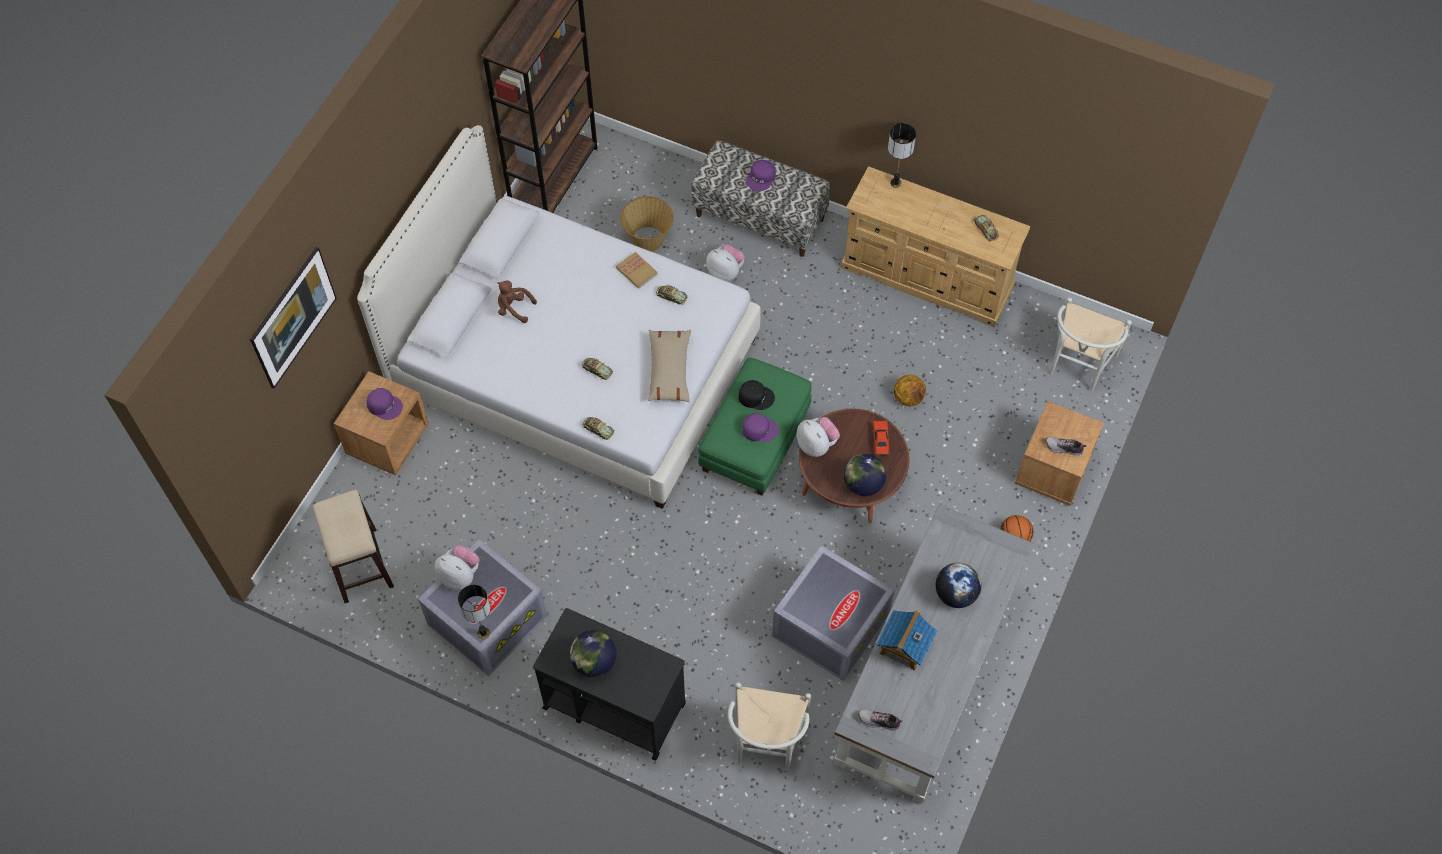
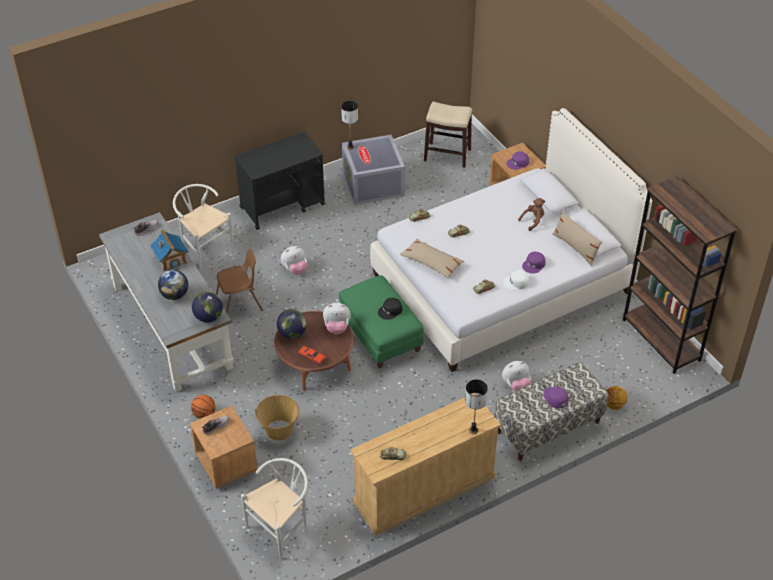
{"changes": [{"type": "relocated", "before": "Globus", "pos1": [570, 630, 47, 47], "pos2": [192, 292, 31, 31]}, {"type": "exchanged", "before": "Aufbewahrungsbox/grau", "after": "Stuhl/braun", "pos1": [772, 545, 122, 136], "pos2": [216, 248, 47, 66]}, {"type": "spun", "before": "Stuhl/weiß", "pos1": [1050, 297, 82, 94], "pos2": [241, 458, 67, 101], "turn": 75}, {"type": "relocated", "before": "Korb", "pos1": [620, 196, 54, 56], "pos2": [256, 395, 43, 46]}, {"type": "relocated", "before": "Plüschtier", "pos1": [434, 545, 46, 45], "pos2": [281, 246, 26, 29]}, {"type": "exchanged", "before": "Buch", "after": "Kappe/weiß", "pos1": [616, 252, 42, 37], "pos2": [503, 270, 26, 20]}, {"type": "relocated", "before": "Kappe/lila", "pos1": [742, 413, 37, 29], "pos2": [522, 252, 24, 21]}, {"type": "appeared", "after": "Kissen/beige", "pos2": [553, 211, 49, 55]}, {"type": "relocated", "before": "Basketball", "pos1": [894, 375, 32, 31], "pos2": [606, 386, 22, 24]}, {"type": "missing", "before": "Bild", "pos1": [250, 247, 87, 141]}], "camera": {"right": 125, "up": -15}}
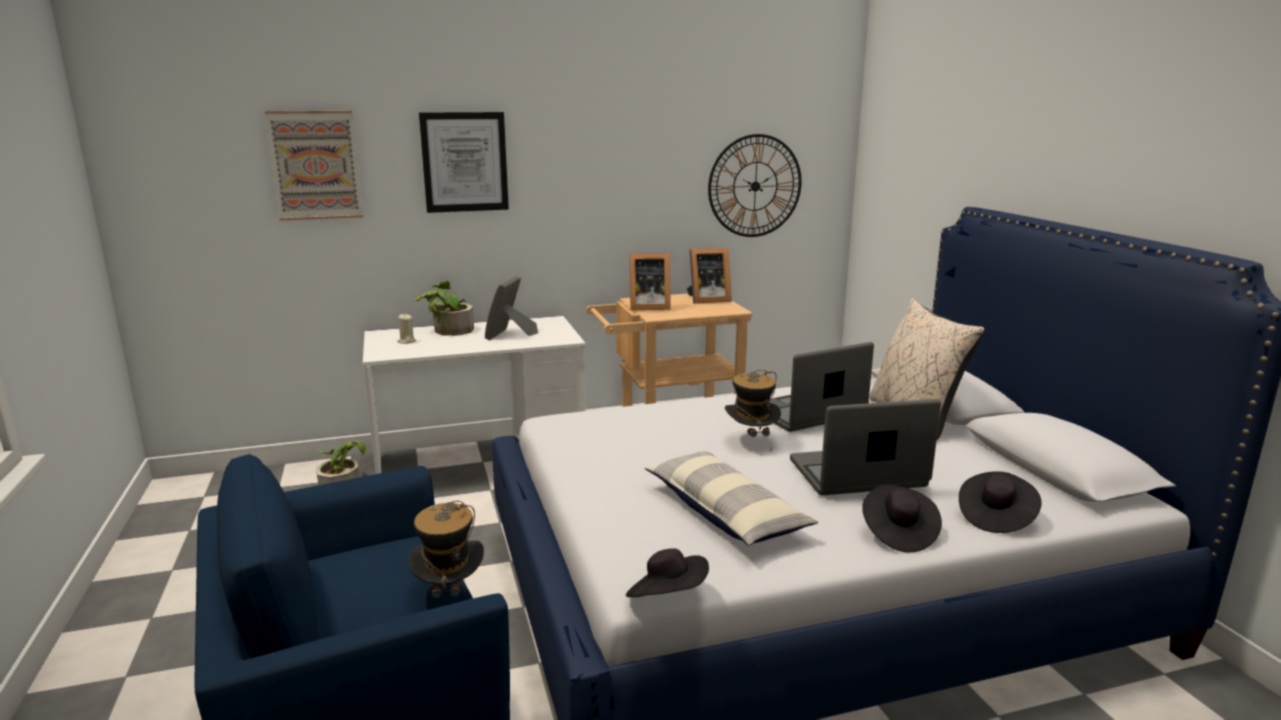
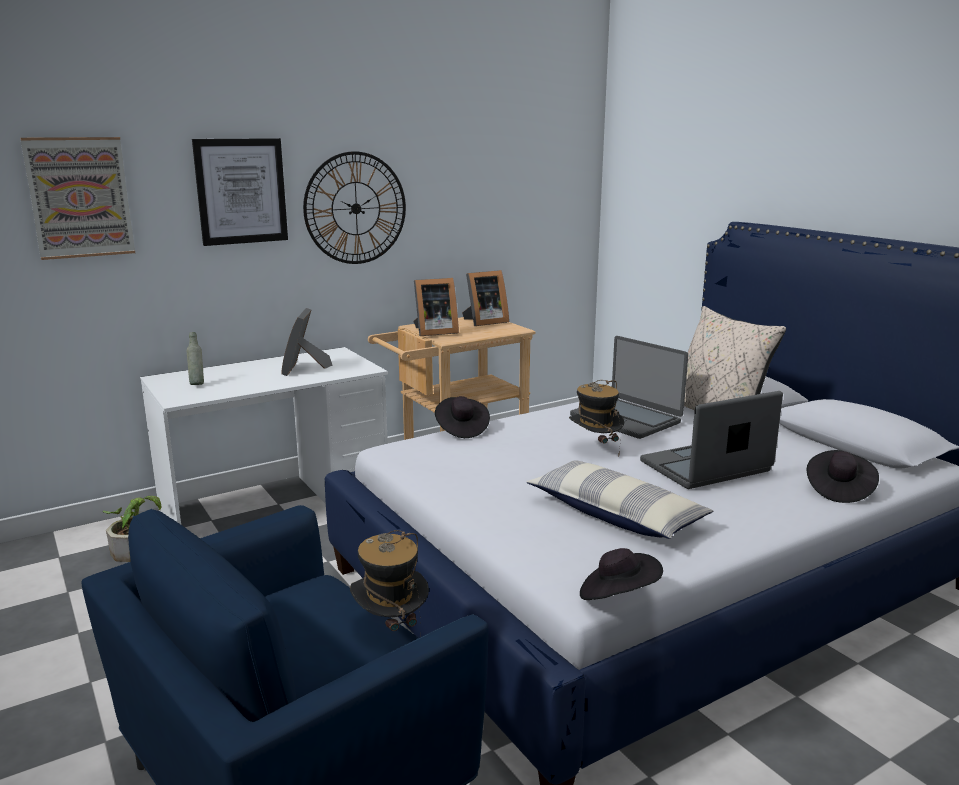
{"changes": [{"type": "exchanged", "before": "Kerze/beige", "after": "Flasche/grau", "pos1": [397, 314, 19, 30], "pos2": [187, 332, 17, 53]}, {"type": "relocated", "before": "Wanduhr", "pos1": [708, 134, 93, 103], "pos2": [303, 151, 103, 113]}, {"type": "relocated", "before": "Hut/schwarz", "pos1": [862, 484, 80, 69], "pos2": [435, 396, 55, 42]}, {"type": "spun", "before": "Laptop", "pos1": [770, 342, 104, 90], "pos2": [570, 336, 118, 103], "turn": -90}, {"type": "missing", "before": "Topfpflanze", "pos1": [415, 281, 59, 55]}], "camera": {"right": -15, "up": 0}}
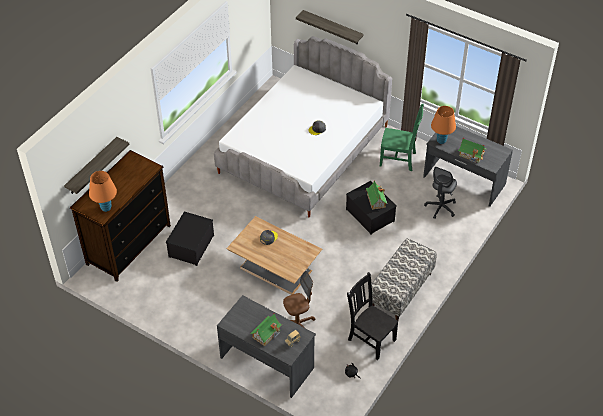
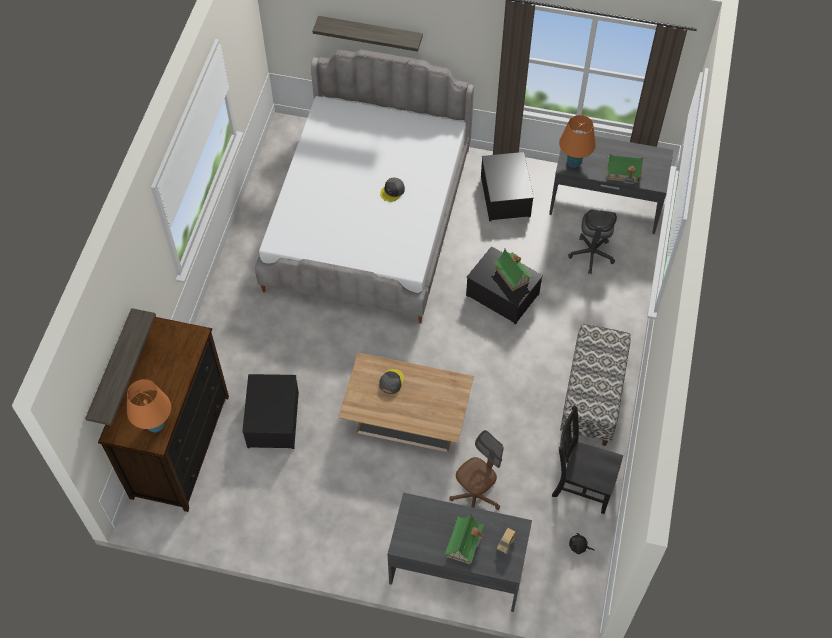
{"changes": [{"type": "exchanged", "before": "Stuhl/grün", "after": "Aufbewahrungsbox", "pos1": [380, 104, 44, 67], "pos2": [481, 152, 53, 69]}], "camera": {"right": -20, "up": 10}}
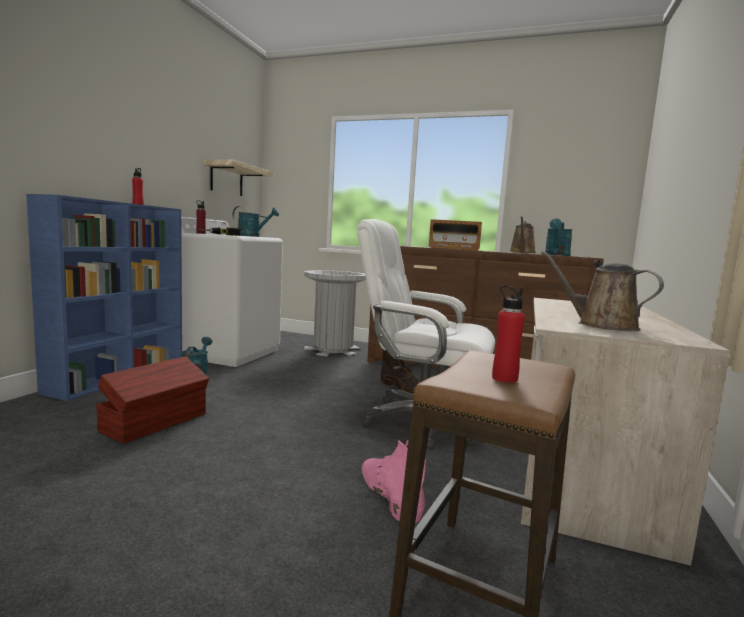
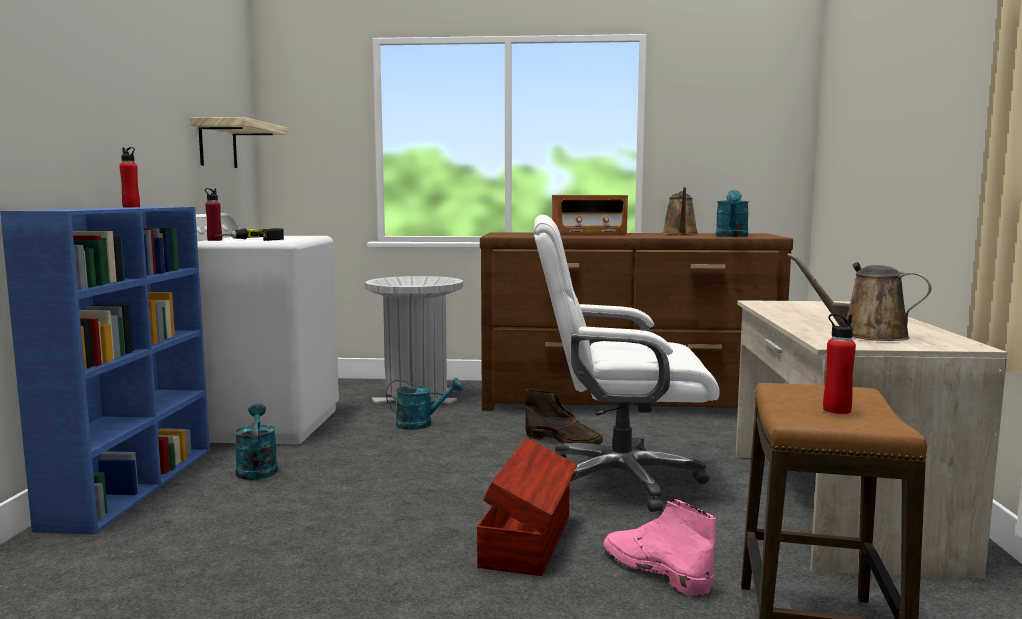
{"changes": [{"type": "relocated", "before": "Gießkanne/türkis", "pos1": [233, 206, 46, 31], "pos2": [386, 378, 77, 52]}, {"type": "relocated", "before": "Aufbewahrungsbox/braun", "pos1": [96, 356, 113, 88], "pos2": [477, 437, 100, 139]}], "camera": {"right": -15, "up": 0}}
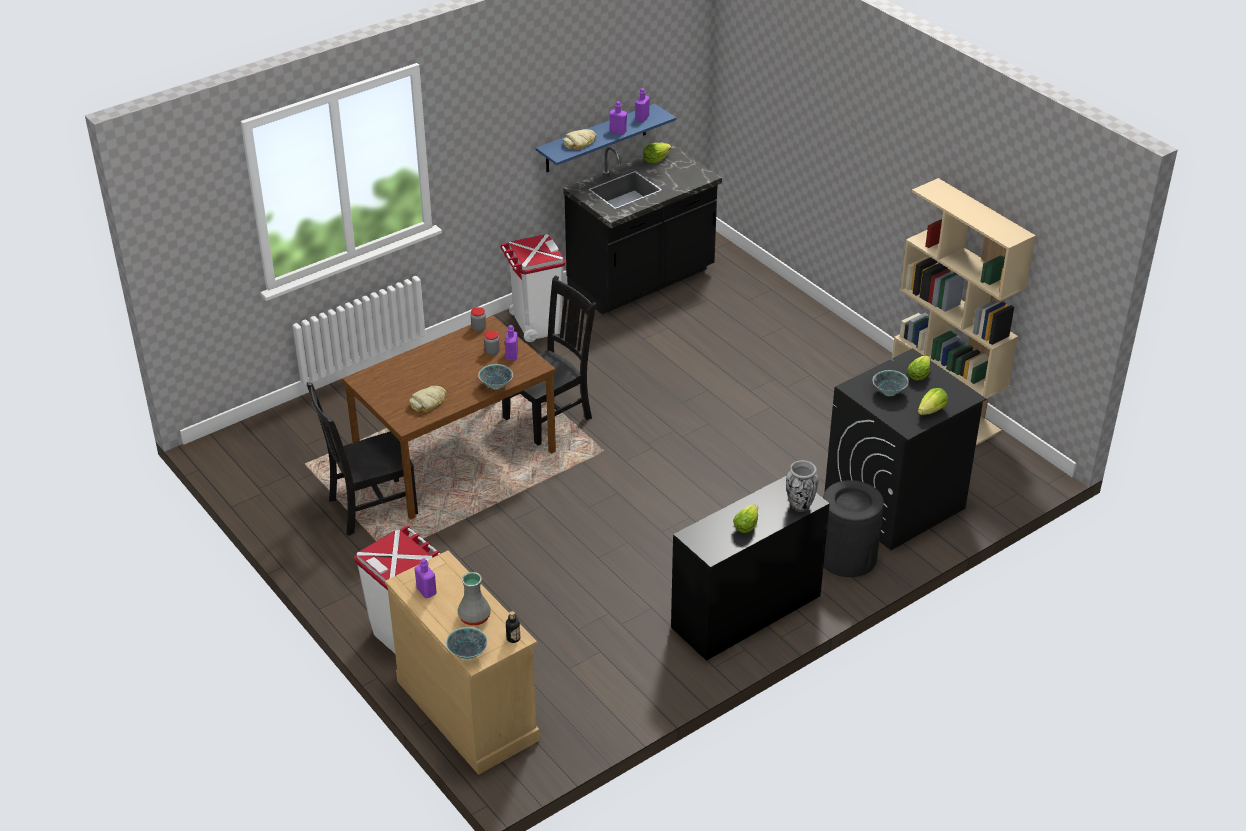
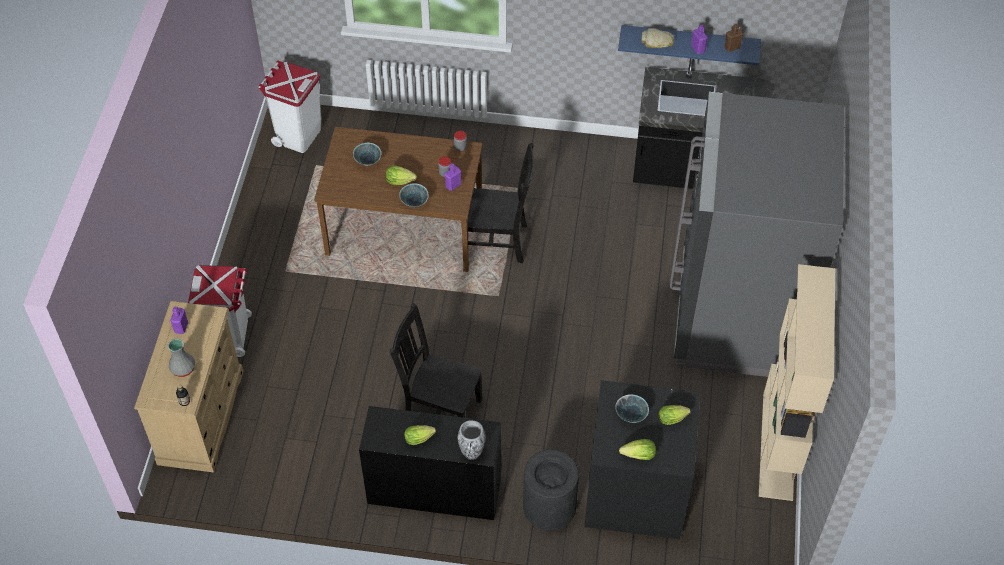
{"changes": [{"type": "relocated", "before": "Mülleimer/weiß", "pos1": [500, 234, 65, 108], "pos2": [258, 60, 63, 93]}, {"type": "relocated", "before": "Schüssel", "pos1": [446, 627, 42, 32], "pos2": [353, 143, 28, 23]}, {"type": "relocated", "before": "Salatkopf", "pos1": [643, 143, 28, 21], "pos2": [386, 165, 31, 20]}, {"type": "relocated", "before": "Stuhl/schwarz", "pos1": [307, 382, 111, 154], "pos2": [390, 303, 92, 115]}, {"type": "appeared", "after": "Kühlschrank/grau", "pos2": [669, 92, 175, 285]}, {"type": "colour", "before": "Flasche/lila", "after": "Flasche/braun", "pos1": [635, 88, 15, 34], "pos2": [725, 24, 18, 28]}, {"type": "missing", "before": "Brot", "pos1": [409, 386, 38, 26]}], "camera": {"right": 45, "up": 15}}
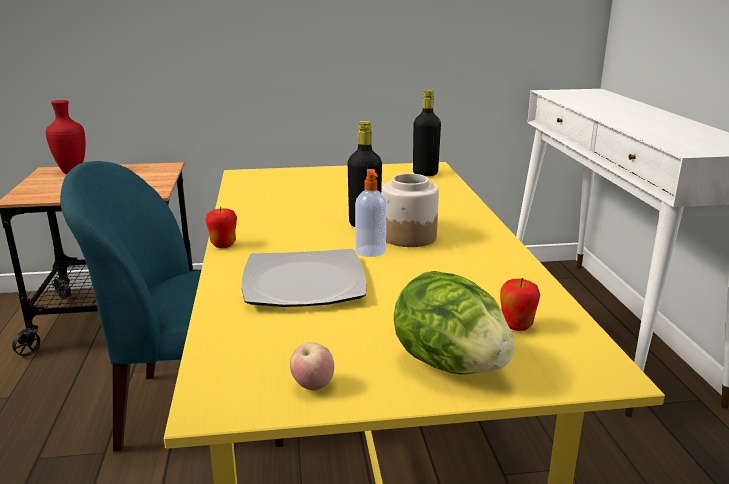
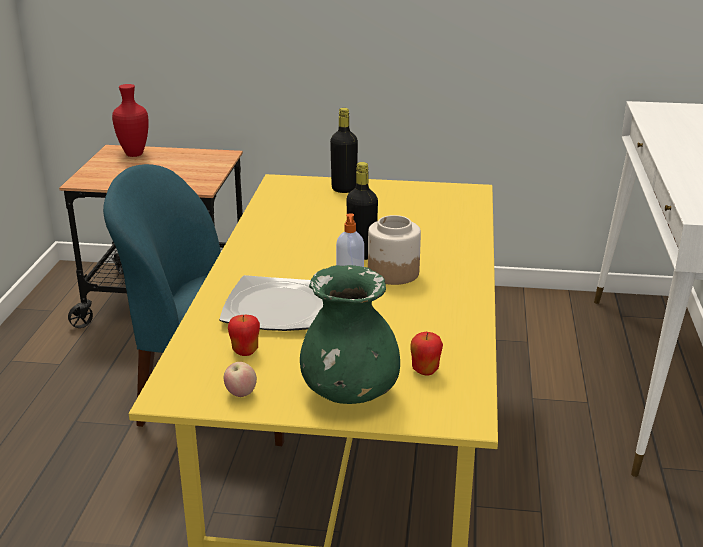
{"changes": [{"type": "relocated", "before": "Apfel", "pos1": [206, 206, 31, 42], "pos2": [228, 314, 32, 42]}, {"type": "exchanged", "before": "Salatkopf", "after": "Vase/grün", "pos1": [394, 271, 121, 103], "pos2": [300, 265, 100, 139]}, {"type": "relocated", "before": "Flasche/schwarz", "pos1": [413, 89, 28, 87], "pos2": [330, 108, 28, 85]}], "camera": {"right": 15, "up": 5}}
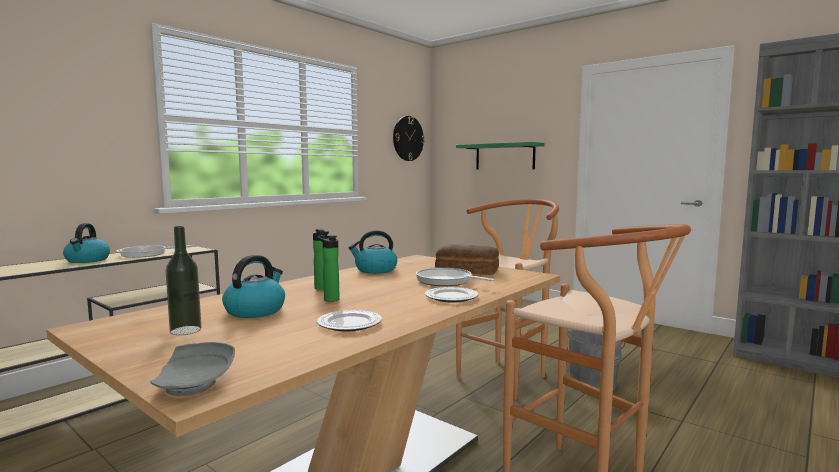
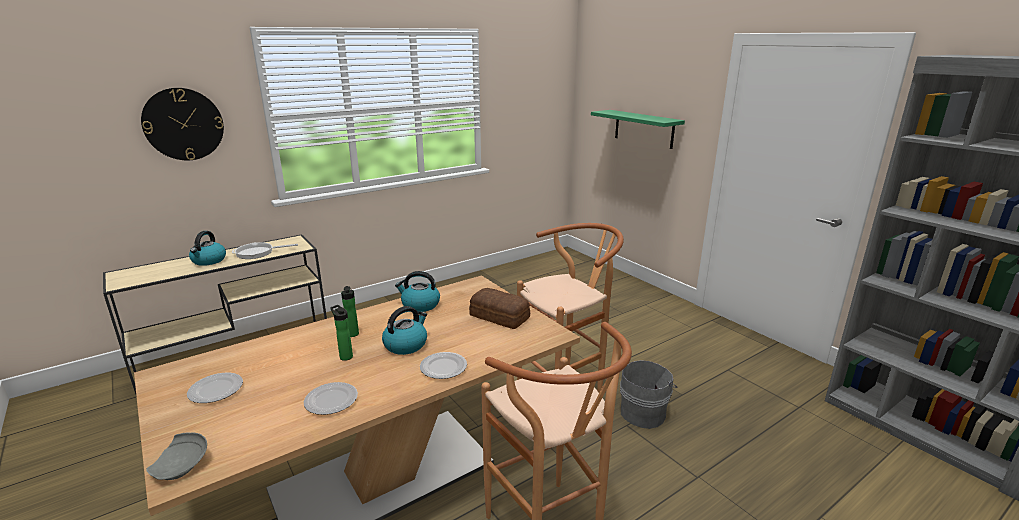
{"changes": [{"type": "relocated", "before": "Wanduhr", "pos1": [393, 116, 32, 45], "pos2": [141, 88, 83, 72]}, {"type": "exchanged", "before": "Flasche", "after": "Teller", "pos1": [166, 226, 35, 109], "pos2": [187, 373, 56, 30]}, {"type": "relocated", "before": "Wasserkessel", "pos1": [222, 255, 63, 63], "pos2": [382, 306, 45, 49]}, {"type": "missing", "before": "Pfanne", "pos1": [416, 268, 79, 18]}], "camera": {"right": 15, "up": 15}}
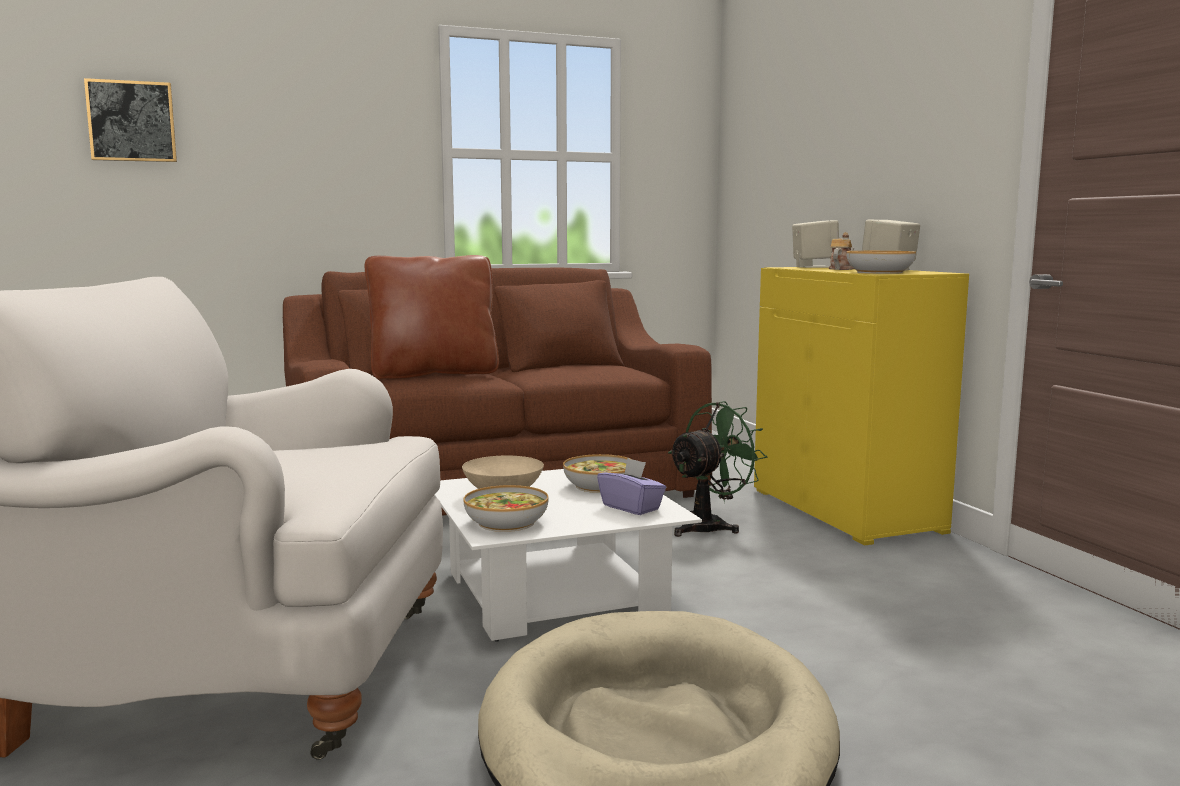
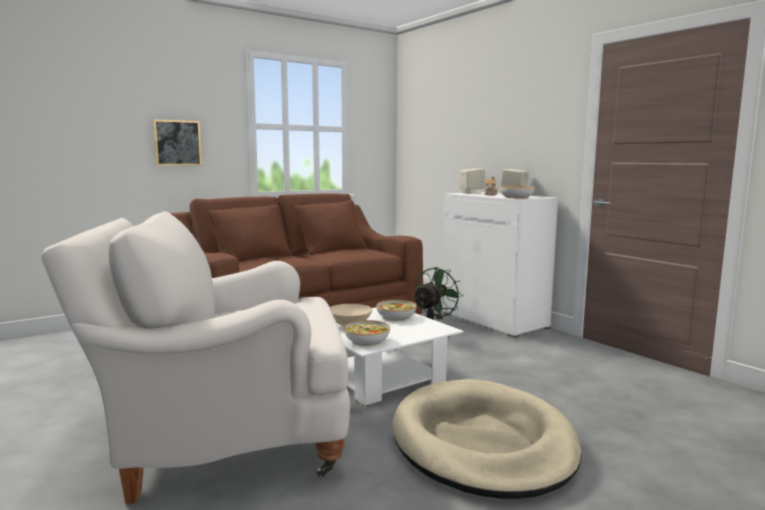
{"changes": [{"type": "relocated", "before": "Bild", "pos1": [84, 78, 93, 84], "pos2": [153, 120, 49, 45]}, {"type": "colour", "before": "Schrank/gelb", "after": "Schrank/weiß", "pos1": [754, 267, 215, 279], "pos2": [442, 192, 116, 146]}, {"type": "missing", "before": "Kissen/braun", "pos1": [365, 255, 134, 124]}, {"type": "missing", "before": "Taschentuchbox/lila", "pos1": [597, 458, 69, 57]}], "camera": {"right": -15, "up": 0}}
